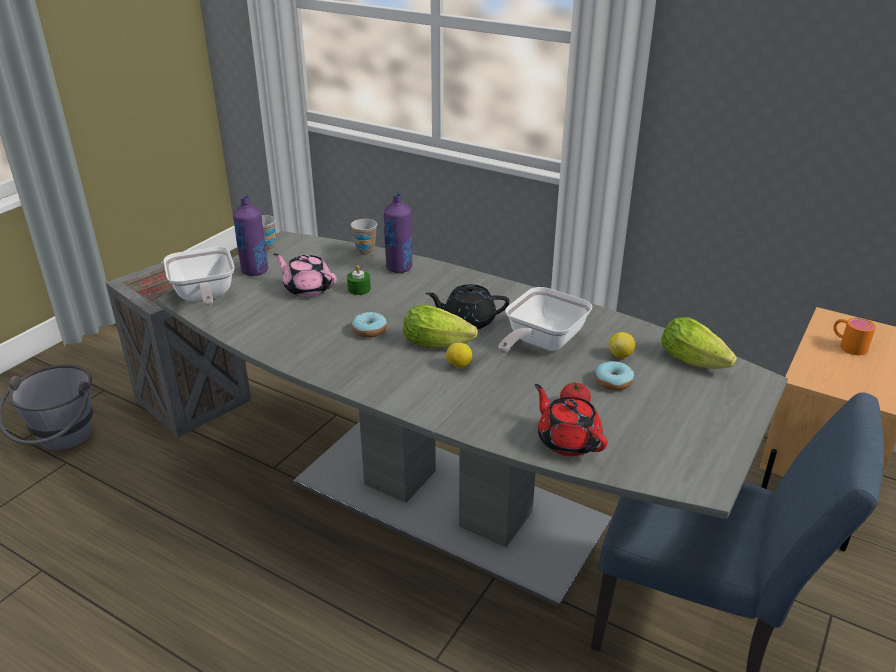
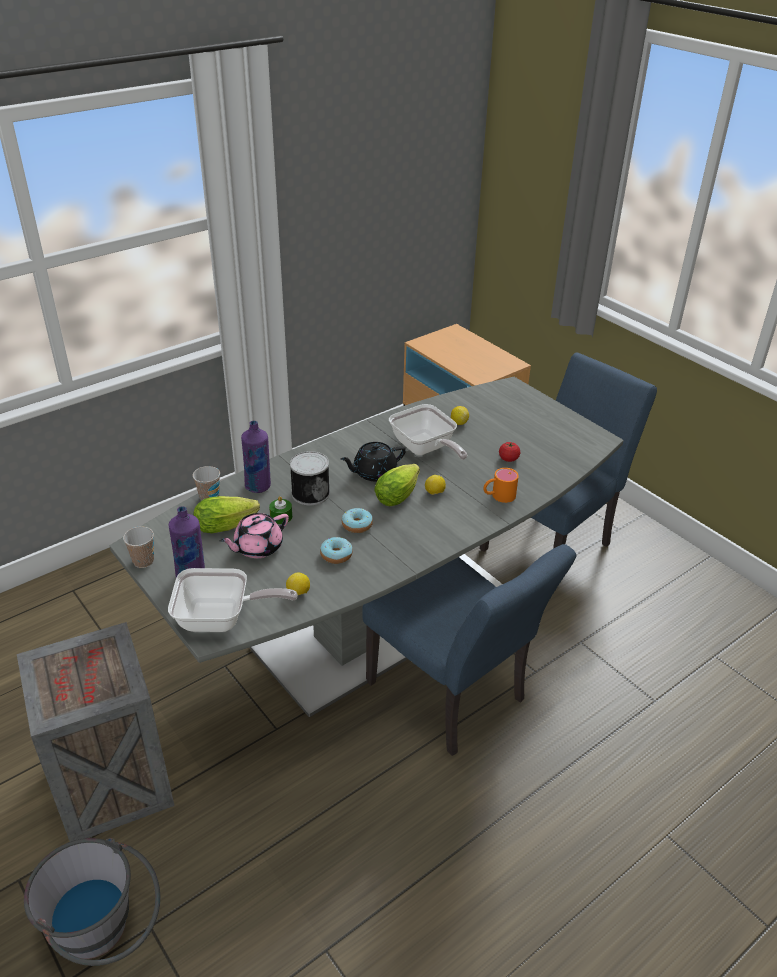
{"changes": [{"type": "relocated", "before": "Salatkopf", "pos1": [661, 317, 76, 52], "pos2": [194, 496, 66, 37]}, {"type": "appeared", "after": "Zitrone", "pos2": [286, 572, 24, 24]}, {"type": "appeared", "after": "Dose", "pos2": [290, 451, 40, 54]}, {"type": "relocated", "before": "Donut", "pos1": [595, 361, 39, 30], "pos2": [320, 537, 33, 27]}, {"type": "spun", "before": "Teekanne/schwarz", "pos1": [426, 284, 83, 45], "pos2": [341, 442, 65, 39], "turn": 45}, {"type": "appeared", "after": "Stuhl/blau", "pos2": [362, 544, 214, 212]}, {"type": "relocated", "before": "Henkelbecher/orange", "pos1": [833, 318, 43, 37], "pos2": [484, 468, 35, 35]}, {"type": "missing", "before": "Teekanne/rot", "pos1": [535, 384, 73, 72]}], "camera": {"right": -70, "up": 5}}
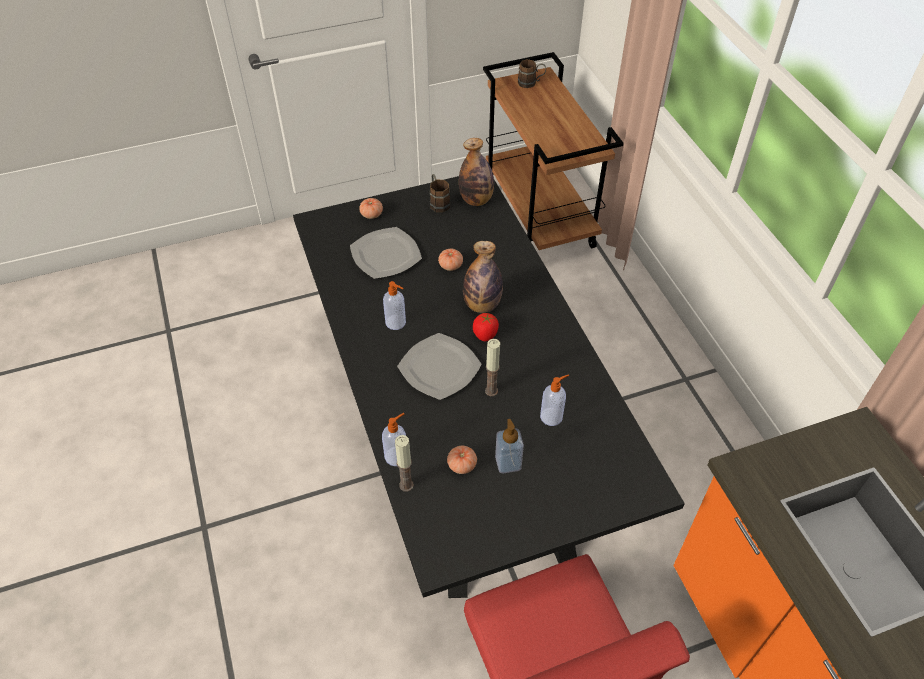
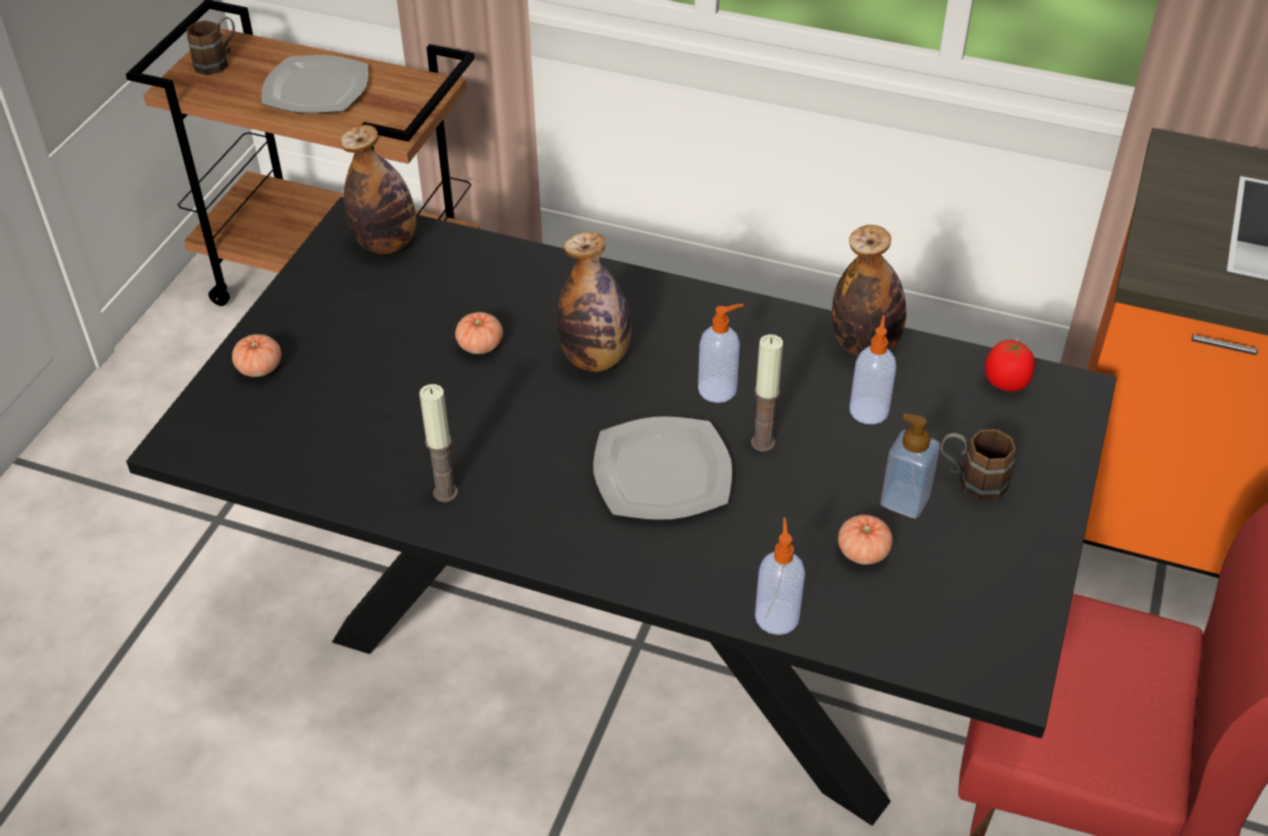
{"changes": [{"type": "relocated", "before": "Teller", "pos1": [350, 227, 72, 52], "pos2": [261, 55, 107, 58]}, {"type": "relocated", "before": "Kerze", "pos1": [395, 435, 19, 57], "pos2": [419, 384, 39, 118]}, {"type": "relocated", "before": "Seifenspender", "pos1": [383, 281, 23, 49], "pos2": [698, 304, 46, 99]}, {"type": "appeared", "after": "Flasche", "pos2": [832, 225, 74, 132]}, {"type": "relocated", "before": "Henkelbecher/braun", "pos1": [430, 174, 20, 38], "pos2": [941, 429, 75, 73]}, {"type": "relocated", "before": "Tomate", "pos1": [473, 313, 26, 28], "pos2": [985, 340, 50, 51]}], "camera": {"right": -50, "up": -5}}
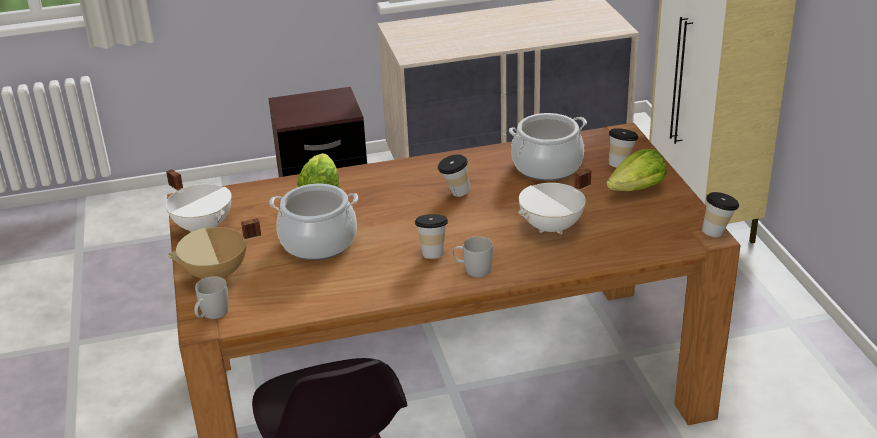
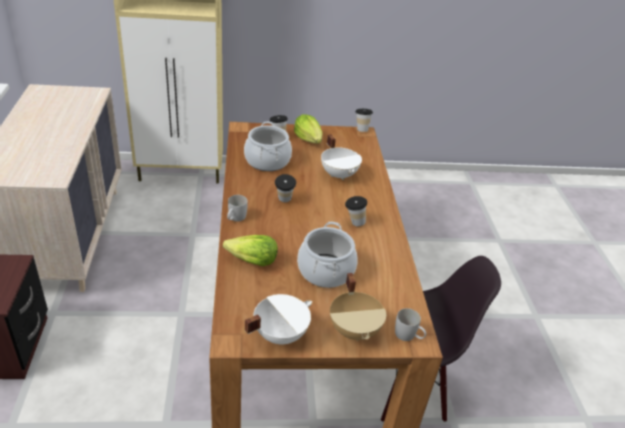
{"changes": [{"type": "relocated", "before": "Henkelbecher/weiß", "pos1": [452, 236, 41, 41], "pos2": [227, 195, 21, 26]}], "camera": {"right": -85, "up": 5}}
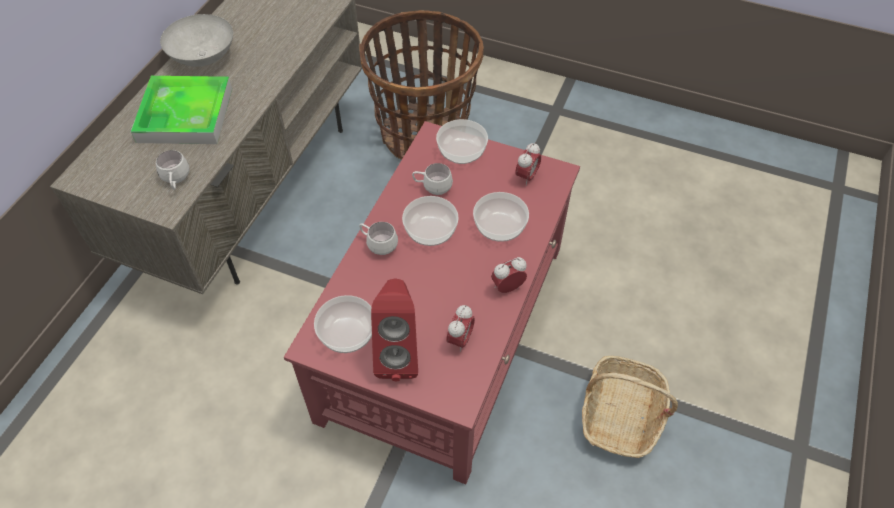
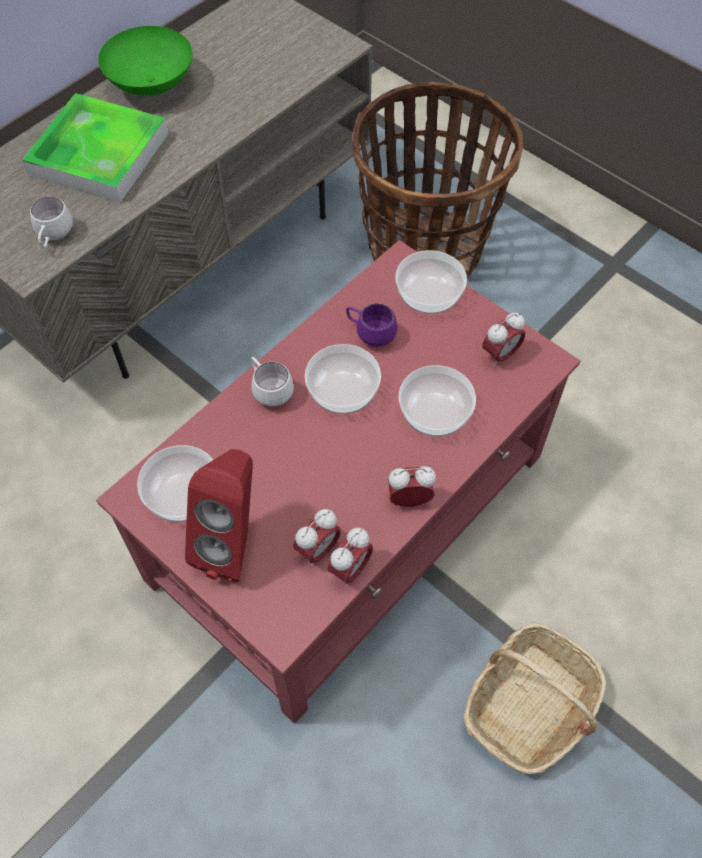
{"changes": [{"type": "colour", "before": "Schüssel/grau", "after": "Schüssel/grün", "pos1": [160, 14, 73, 53], "pos2": [98, 26, 95, 70]}, {"type": "appeared", "after": "Wecker", "pos2": [328, 528, 45, 59]}, {"type": "colour", "before": "Henkelbecher/weiß", "after": "Henkelbecher/lila", "pos1": [412, 163, 41, 32], "pos2": [346, 303, 52, 44]}], "camera": {"right": 20, "up": 5}}
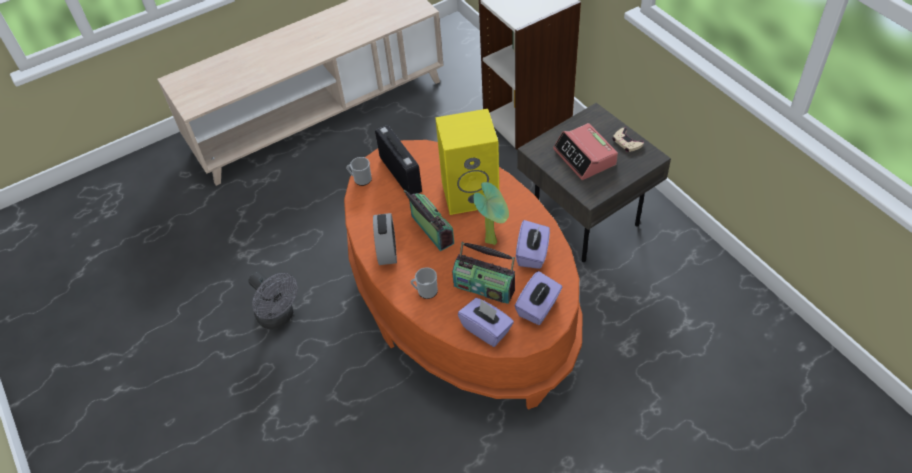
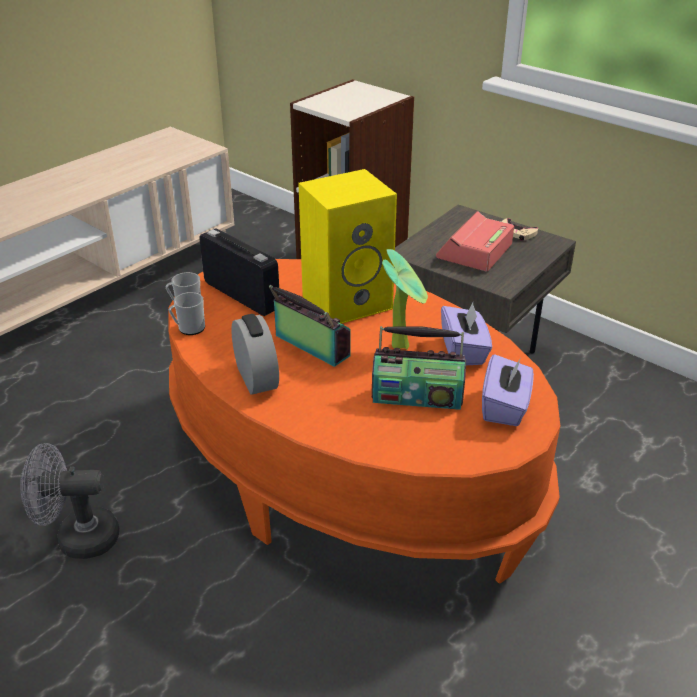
{"changes": [{"type": "spun", "before": "Ventilator/grau", "pos1": [248, 272, 50, 57], "pos2": [20, 443, 99, 116], "turn": 150}, {"type": "relocated", "before": "Henkelbecher", "pos1": [411, 267, 27, 32], "pos2": [169, 292, 36, 43]}, {"type": "spun", "before": "Wecker", "pos1": [553, 123, 65, 57], "pos2": [436, 211, 78, 61], "turn": 75}, {"type": "missing", "before": "Taschentuchbox/lila", "pos1": [458, 298, 56, 49]}], "camera": {"right": -20, "up": -15}}
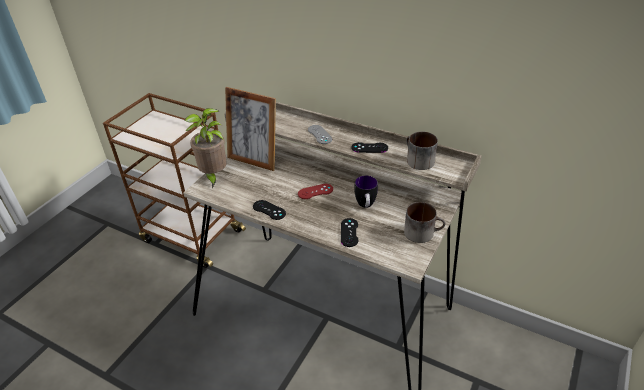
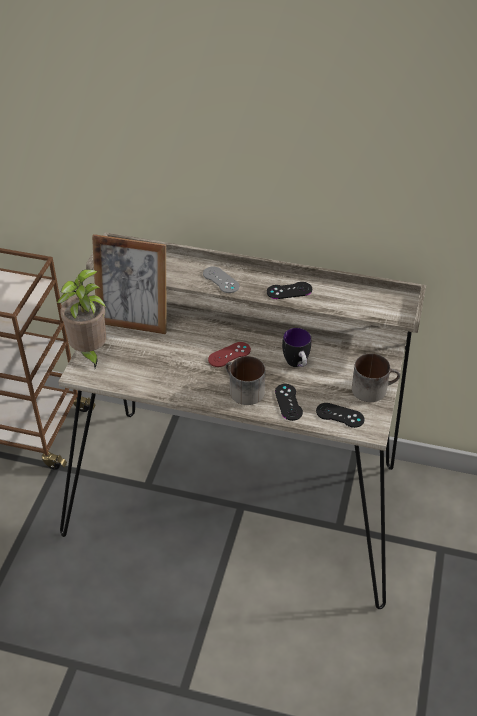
{"changes": [{"type": "relocated", "before": "Henkelbecher", "pos1": [406, 132, 32, 38], "pos2": [225, 356, 40, 49]}, {"type": "relocated", "before": "Gamepad/schwarz", "pos1": [253, 200, 33, 20], "pos2": [316, 403, 49, 25]}], "camera": {"right": -15, "up": 5}}
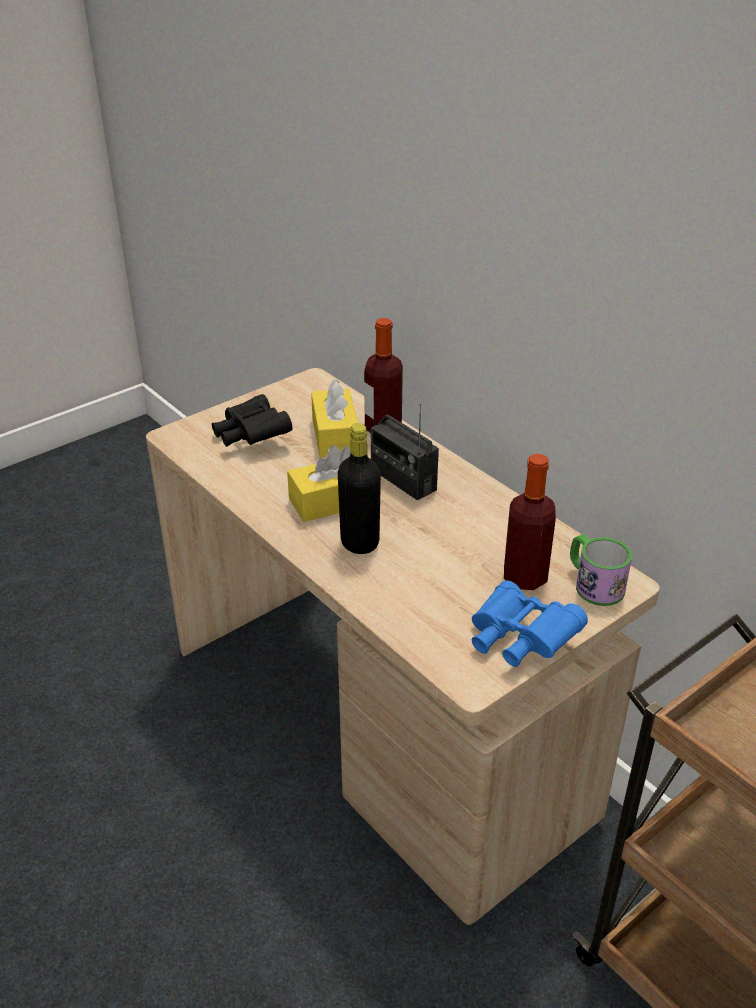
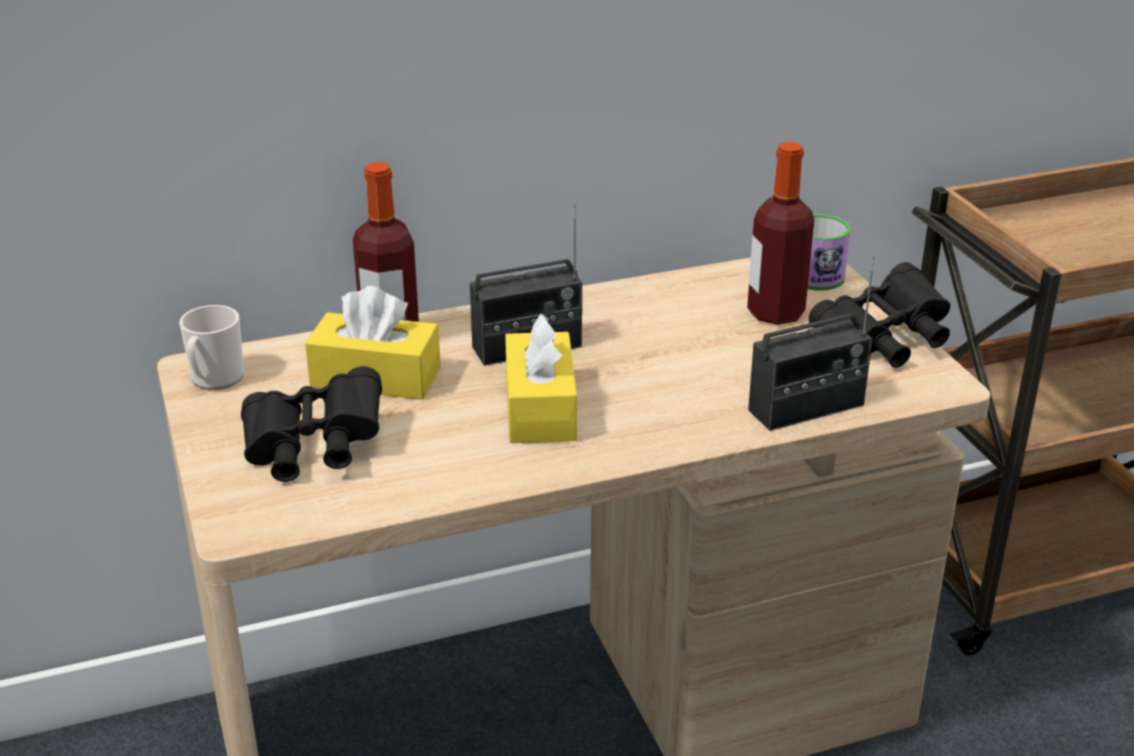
{"changes": [{"type": "appeared", "after": "Henkelbecher", "pos2": [179, 305, 65, 85]}, {"type": "appeared", "after": "Radio", "pos2": [748, 256, 127, 175]}, {"type": "colour", "before": "Fernglas/blau", "after": "Fernglas/schwarz", "pos1": [472, 581, 116, 86], "pos2": [809, 262, 141, 106]}, {"type": "missing", "before": "Flasche/schwarz", "pos1": [338, 423, 43, 131]}], "camera": {"right": -70, "up": -5}}
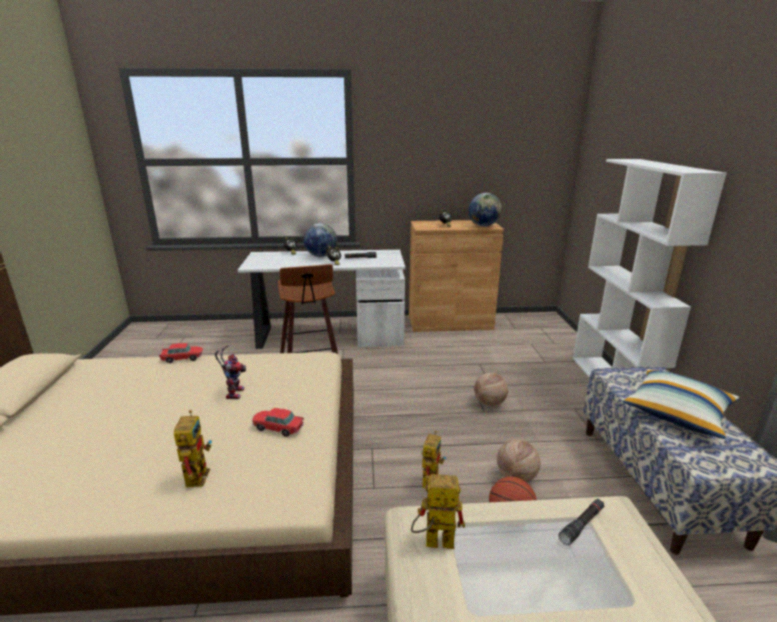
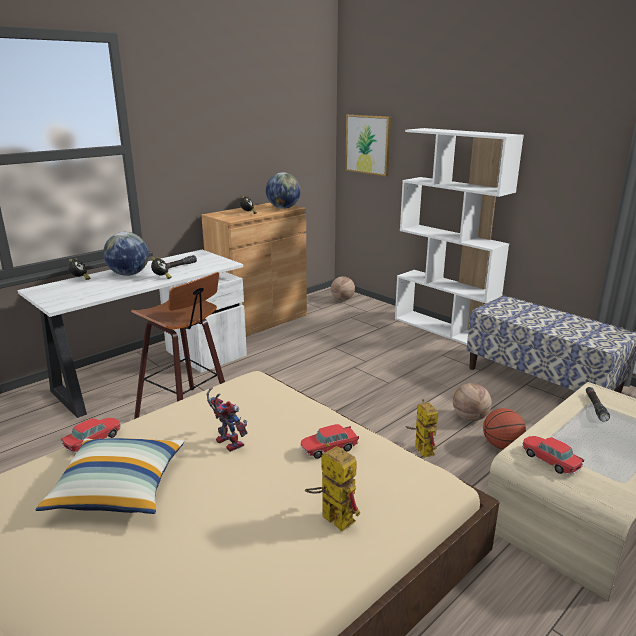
{"changes": [{"type": "relocated", "before": "Kissen", "pos1": [623, 369, 116, 70], "pos2": [36, 438, 148, 76]}, {"type": "relocated", "before": "Basketball", "pos1": [474, 372, 34, 34], "pos2": [331, 276, 24, 25]}, {"type": "appeared", "after": "Bild", "pos2": [345, 114, 46, 62]}, {"type": "exchanged", "before": "Spielzeugroboter", "after": "Spielzeugauto", "pos1": [411, 474, 54, 75], "pos2": [522, 436, 62, 38]}], "camera": {"right": -40, "up": 0}}
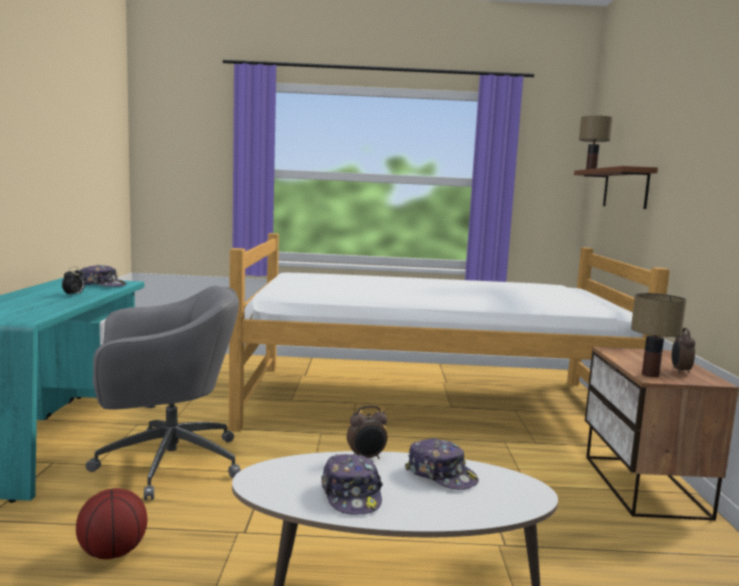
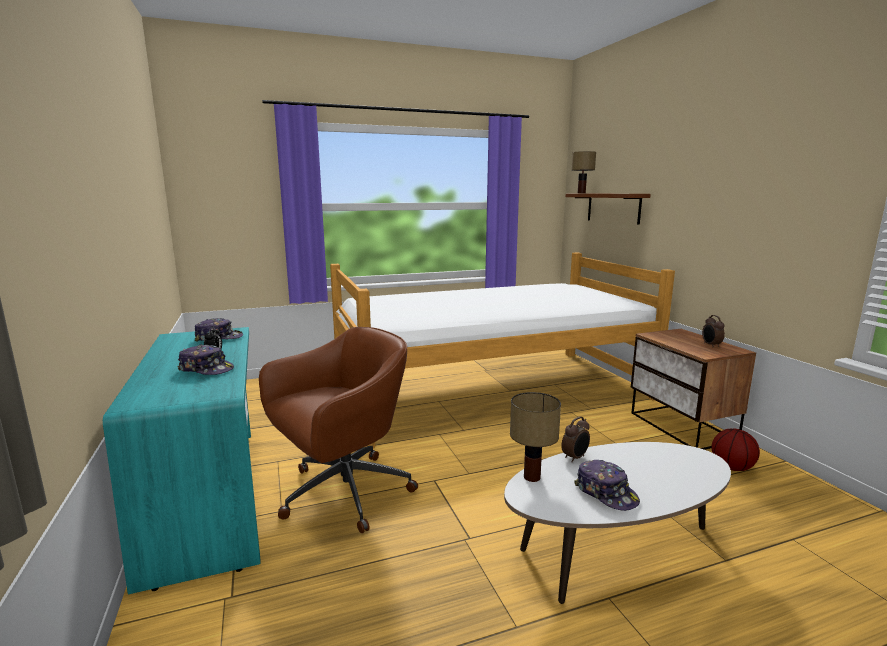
{"changes": [{"type": "relocated", "before": "Kappe", "pos1": [405, 438, 74, 52], "pos2": [178, 344, 56, 31]}, {"type": "colour", "before": "Bürostuhl/grau", "after": "Bürostuhl/braun", "pos1": [86, 286, 155, 214], "pos2": [259, 327, 159, 206]}, {"type": "relocated", "before": "Tischlampe", "pos1": [631, 293, 55, 84], "pos2": [510, 392, 51, 90]}, {"type": "relocated", "before": "Basketball", "pos1": [76, 488, 71, 71], "pos2": [712, 429, 48, 42]}], "camera": {"right": -20, "up": 5}}
